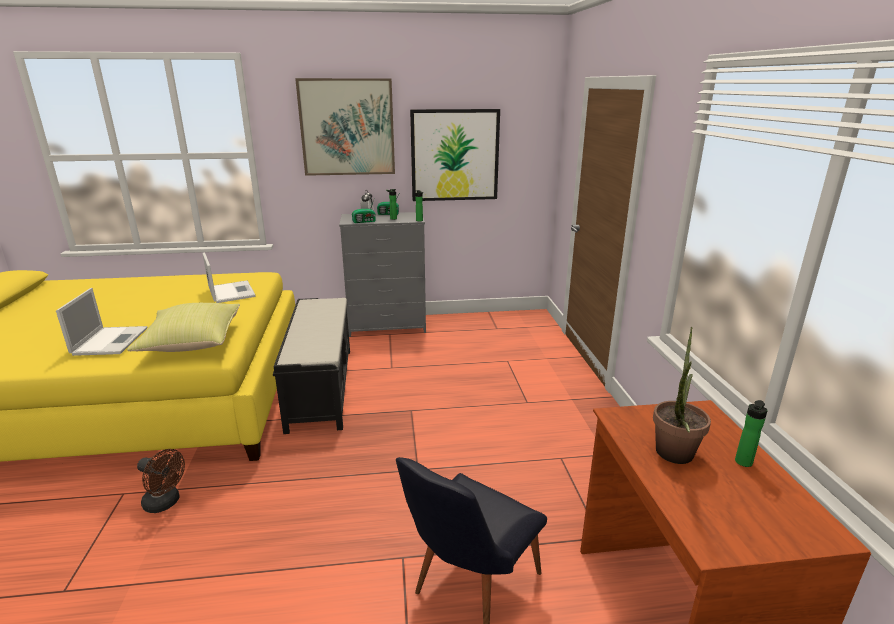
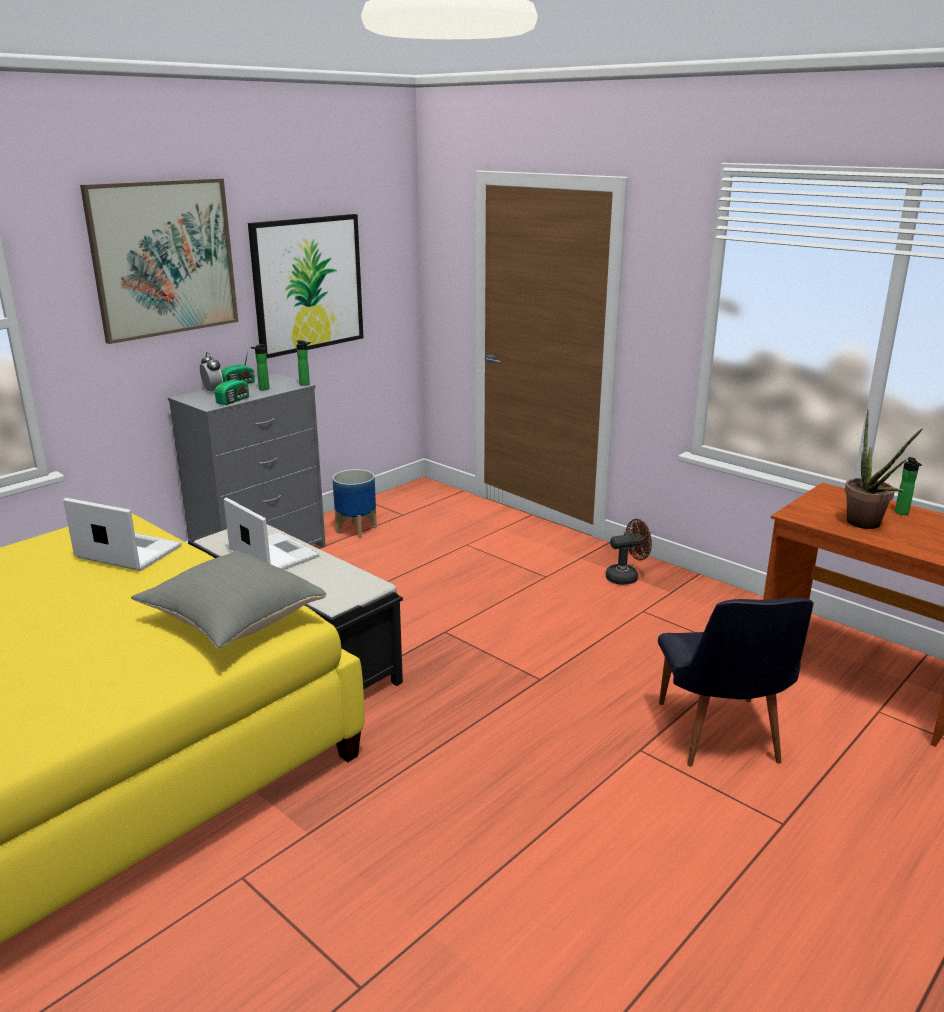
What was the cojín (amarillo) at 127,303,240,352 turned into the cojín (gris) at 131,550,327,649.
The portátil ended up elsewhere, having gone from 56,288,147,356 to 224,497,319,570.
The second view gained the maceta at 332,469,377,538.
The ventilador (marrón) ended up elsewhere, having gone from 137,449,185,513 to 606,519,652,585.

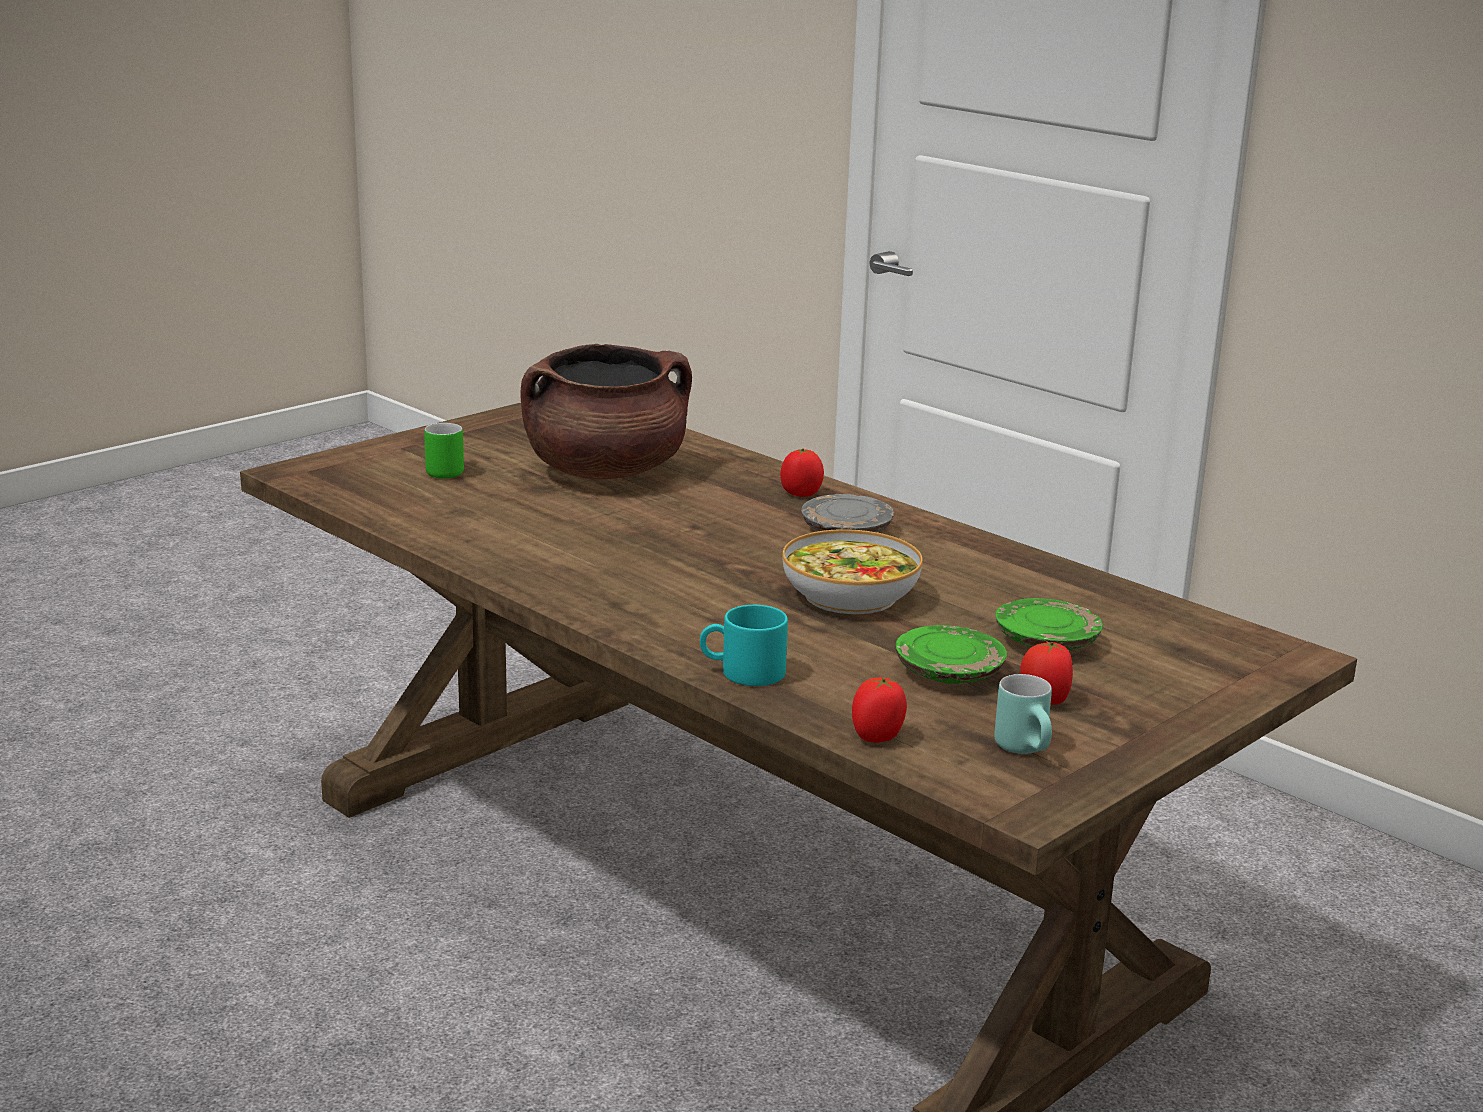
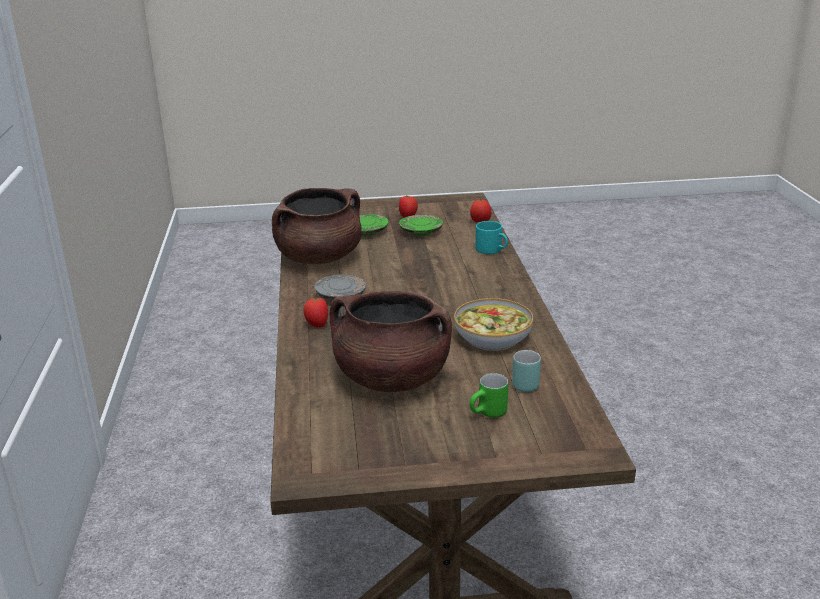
The second view gained the olla (marrón) at 272,188,362,264.
The cuenco ended up elsewhere, having gone from 782,529,923,614 to 454,298,533,351.
The taza grande (turquesa) ended up elsewhere, having gone from 994,674,1052,754 to 512,350,541,392.

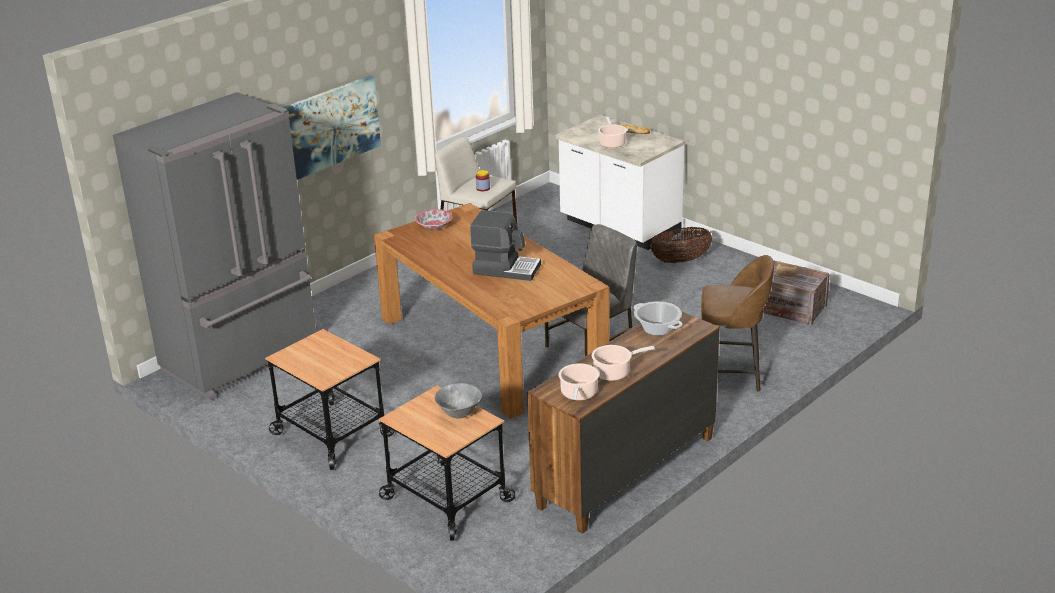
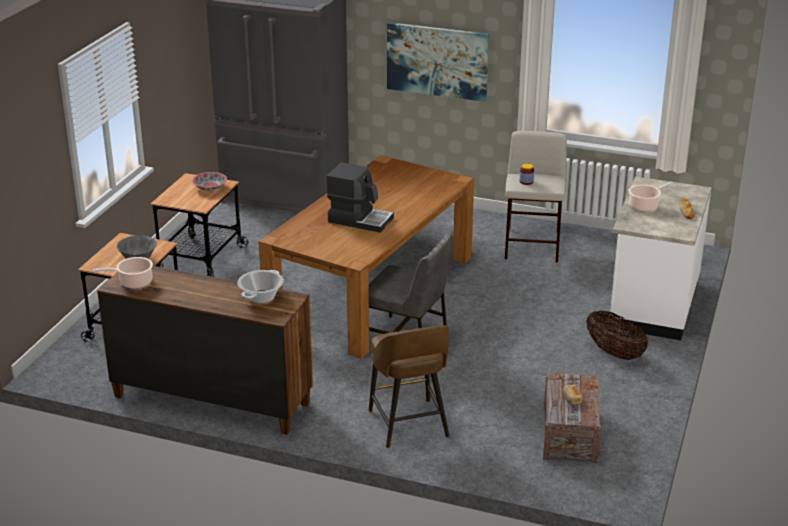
The cuenco ended up elsewhere, having gone from 415,209,452,229 to 192,172,227,191.
The cafetera at 470,210,541,281 ended up facing another way, 60 degrees counterclockwise from before.
The second view lost the olla at 592,345,655,381.

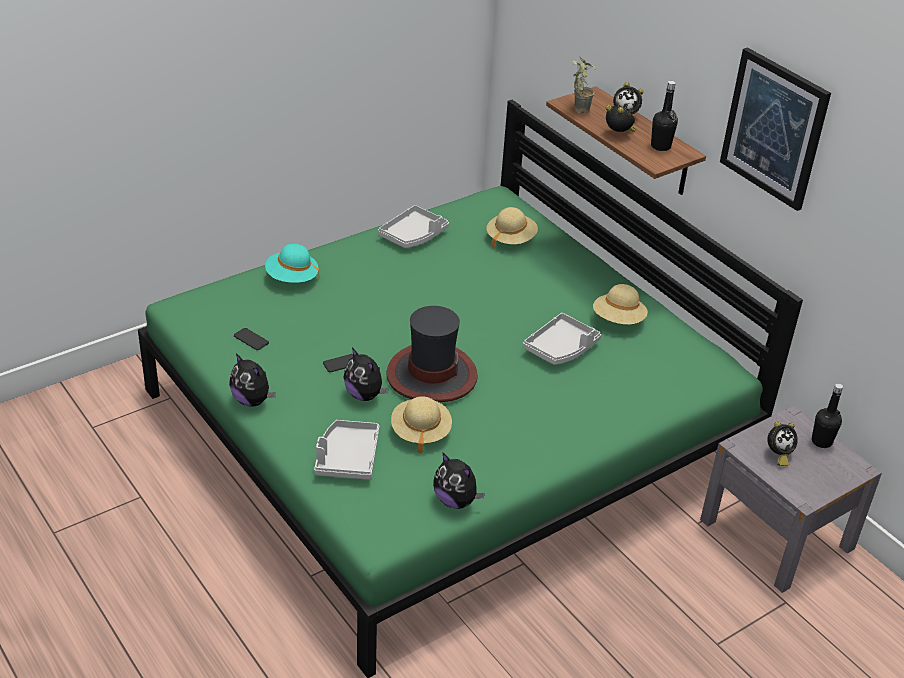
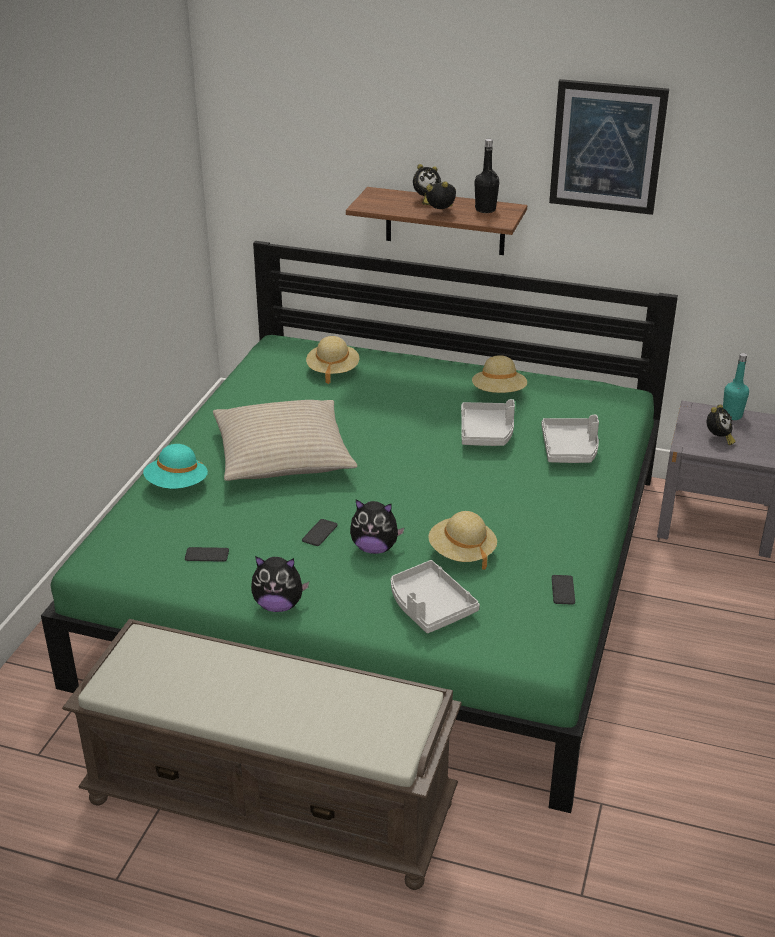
The second view gained the banco (marrón) at 62,619,462,890.
The second view gained the cojín (beis) at 213,400,357,481.
The bandeja (gris) ended up elsewhere, having gone from 378,205,449,248 to 541,415,599,463.
Where the peluche stood at 433,453,485,509, the móvil came to stand at 552,575,575,605.
What was the botella (negro) at 812,383,843,448 turned into the botella (turquesa) at 723,353,749,420.
The second view lost the sombrero at 386,306,478,402.
The second view lost the planta en maceta at 572,57,596,114.

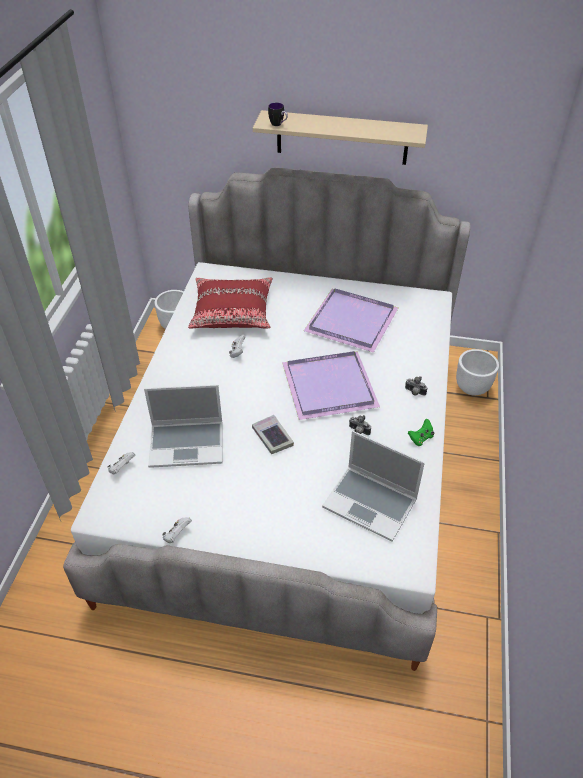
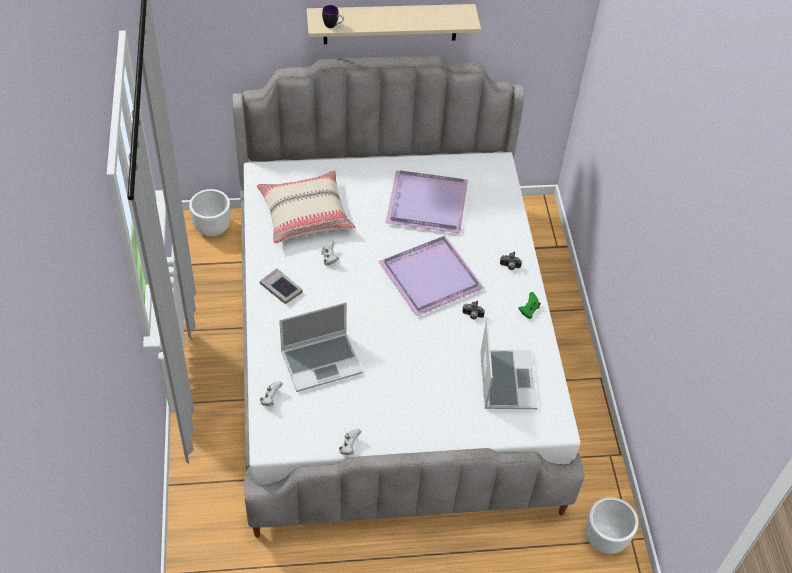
What was the cojín (rojo) at 188,277,273,328 turned into the cojín (beis) at 256,170,355,243.
The libro ended up elsewhere, having gone from 252,415,294,454 to 260,268,303,304.
The portátil at 322,431,425,542 ended up facing another way, 105 degrees counterclockwise from before.
The maceta (blanco) ended up elsewhere, having gone from 456,349,499,396 to 586,497,638,554.

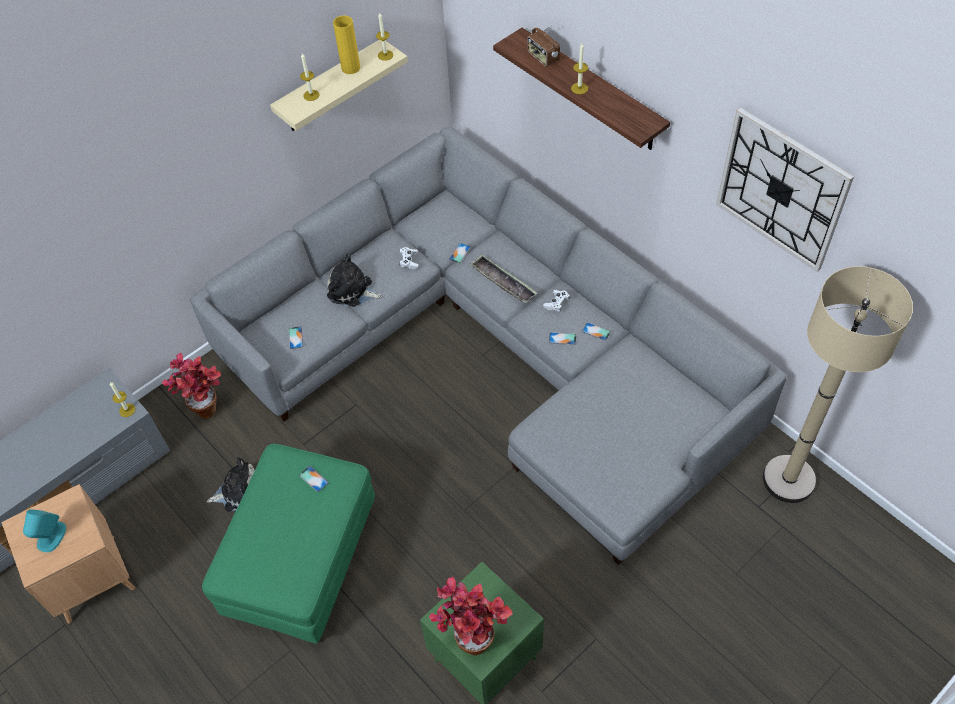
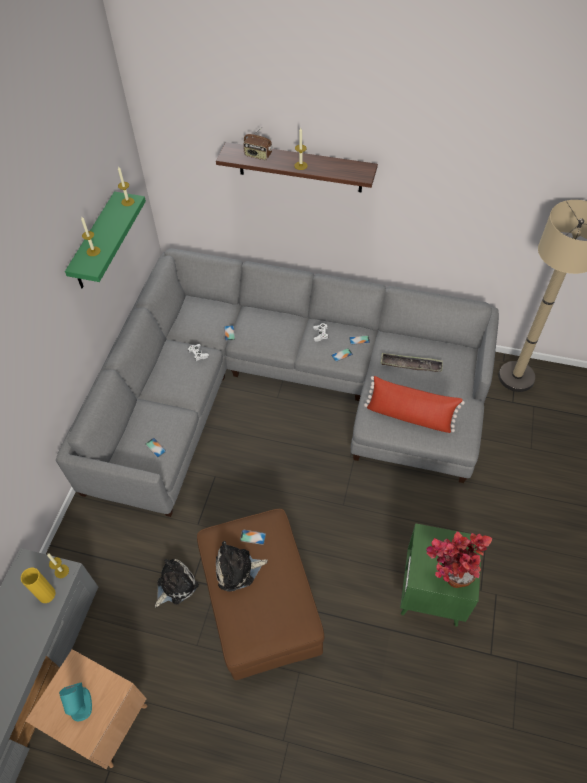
The florero (amarillo) ended up elsewhere, having gone from 333,15,360,74 to 21,568,56,603.
What was the estante (beis) at 270,40,408,131 turned into the estante (verde) at 65,191,146,289.
What was the puf (verde) at 202,444,375,644 turned into the puf (marrón) at 197,509,324,680.
The peluche ended up elsewhere, having gone from 327,254,382,307 to 216,541,268,592.
The second view gained the cojín (rojo) at 364,376,465,433.
The bandeja ended up elsewhere, having gone from 470,255,537,303 to 381,353,443,372.
The second view lost the planta en maceta at 162,353,221,418.
The second view lost the reloj de pared at 716,107,854,272.

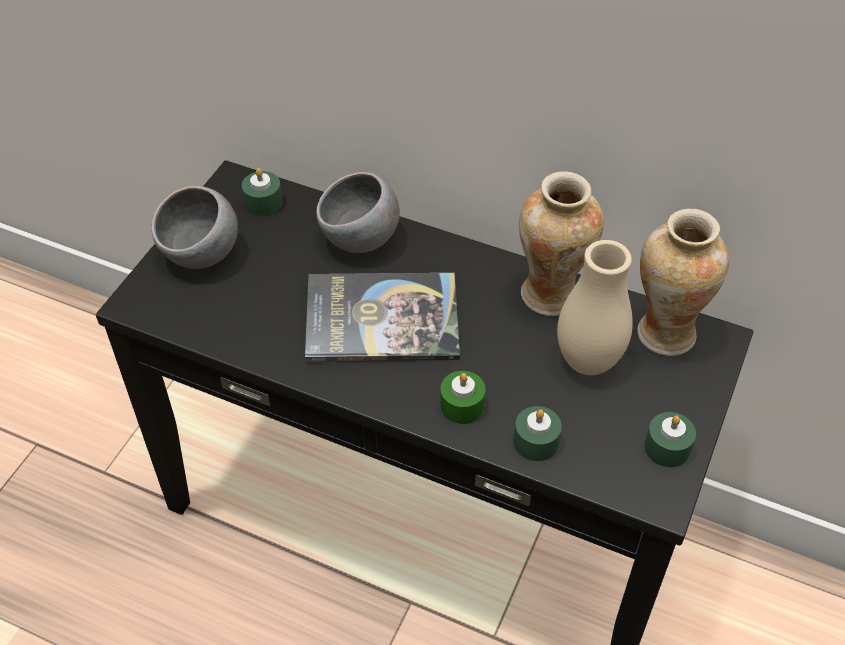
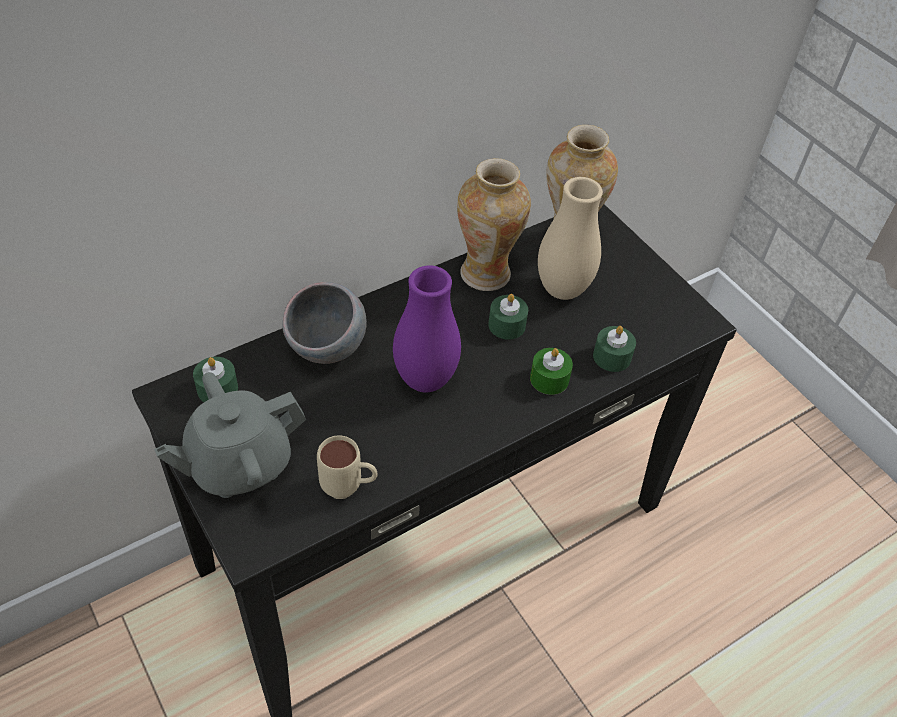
Where the cuenco (gris) stood at 152,186,238,269, the tetera (gris) came to stand at 154,372,306,498.
The second view gained the taza grande (beis) at 317,435,378,499.
Where the libro stood at 305,273,460,362, the florero (morado) came to stand at 393,265,461,392.
The vela (verde) ended up elsewhere, having gone from 645,412,696,467 to 488,294,528,340.

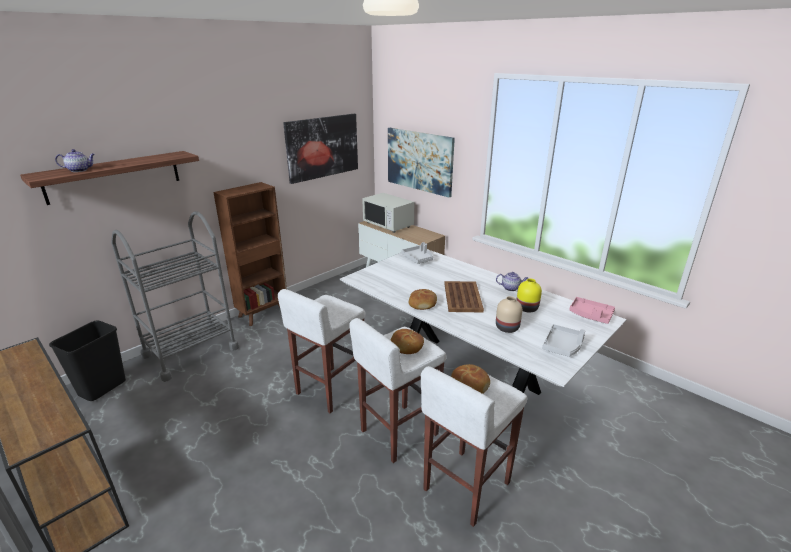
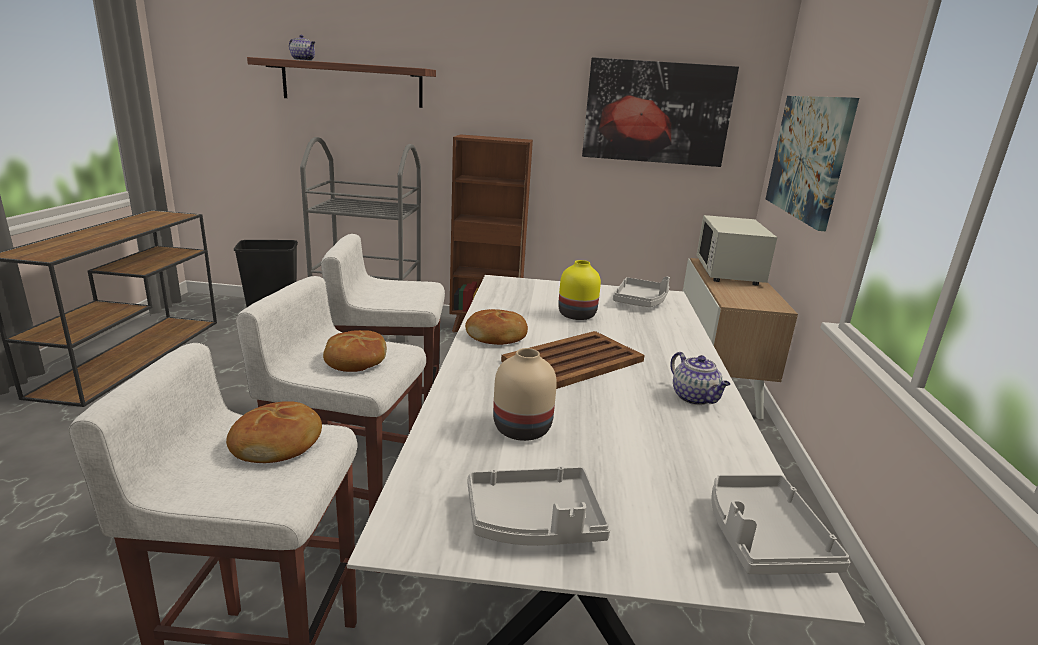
The florero (amarillo) ended up elsewhere, having gone from 517,278,542,312 to 558,260,601,320.
What was the bandeja (rosa) at 569,297,615,324 turned into the bandeja (gris) at 712,475,850,574.

